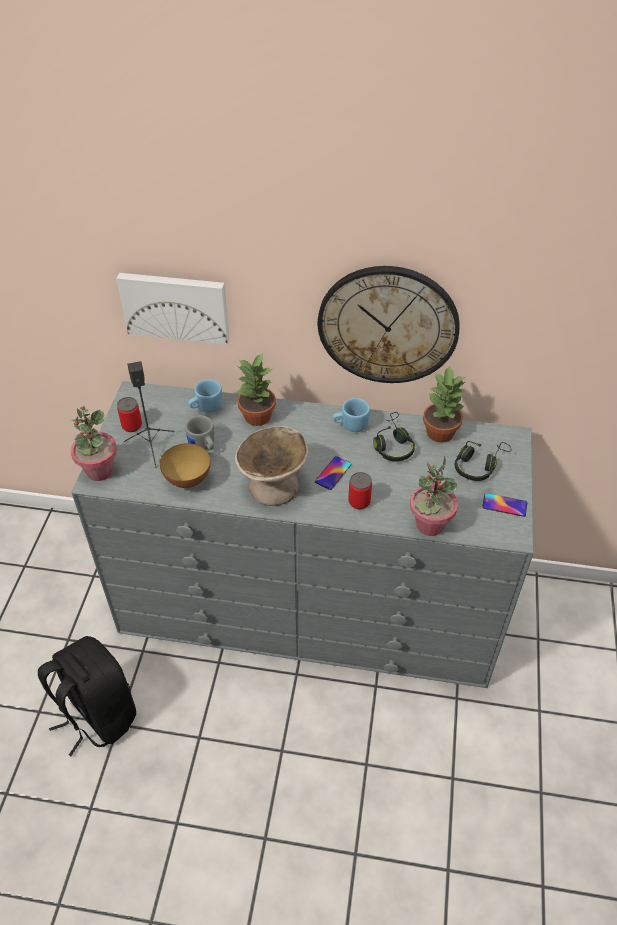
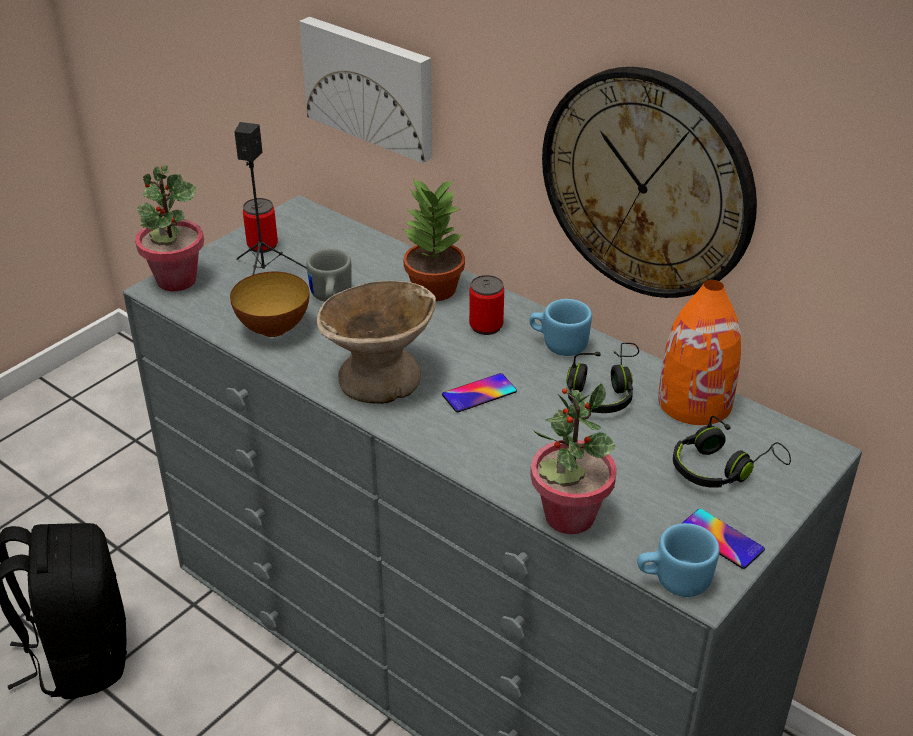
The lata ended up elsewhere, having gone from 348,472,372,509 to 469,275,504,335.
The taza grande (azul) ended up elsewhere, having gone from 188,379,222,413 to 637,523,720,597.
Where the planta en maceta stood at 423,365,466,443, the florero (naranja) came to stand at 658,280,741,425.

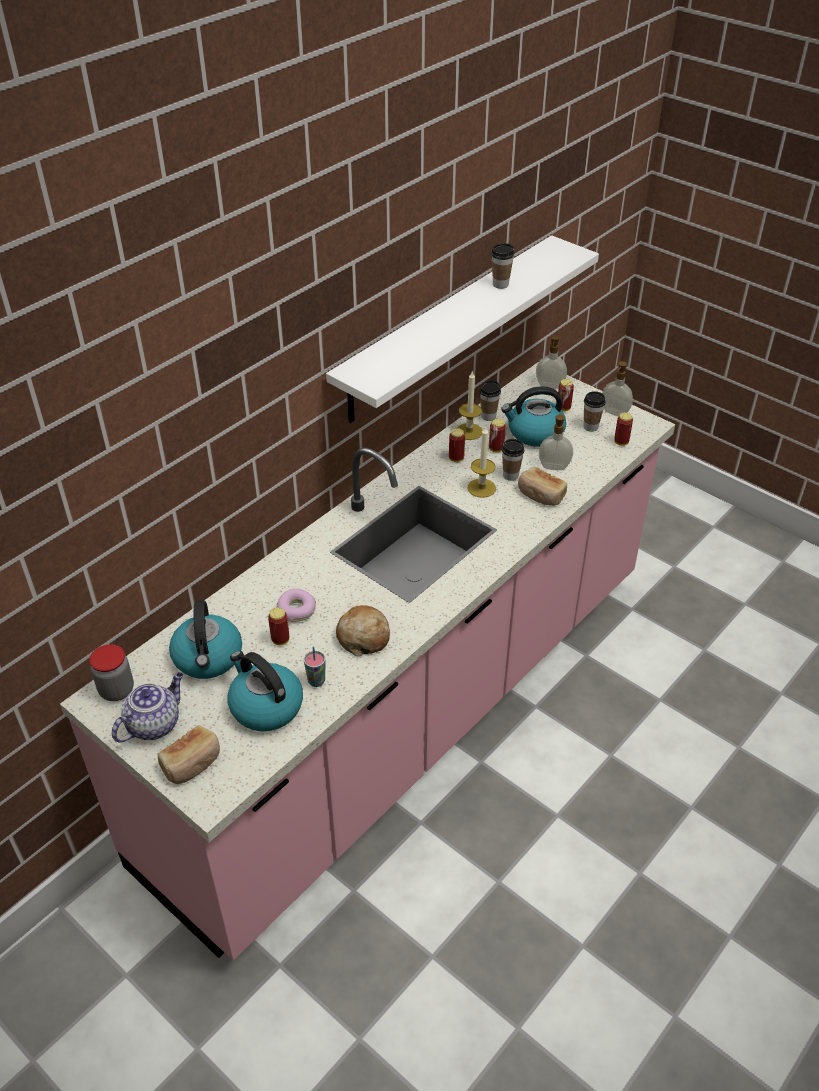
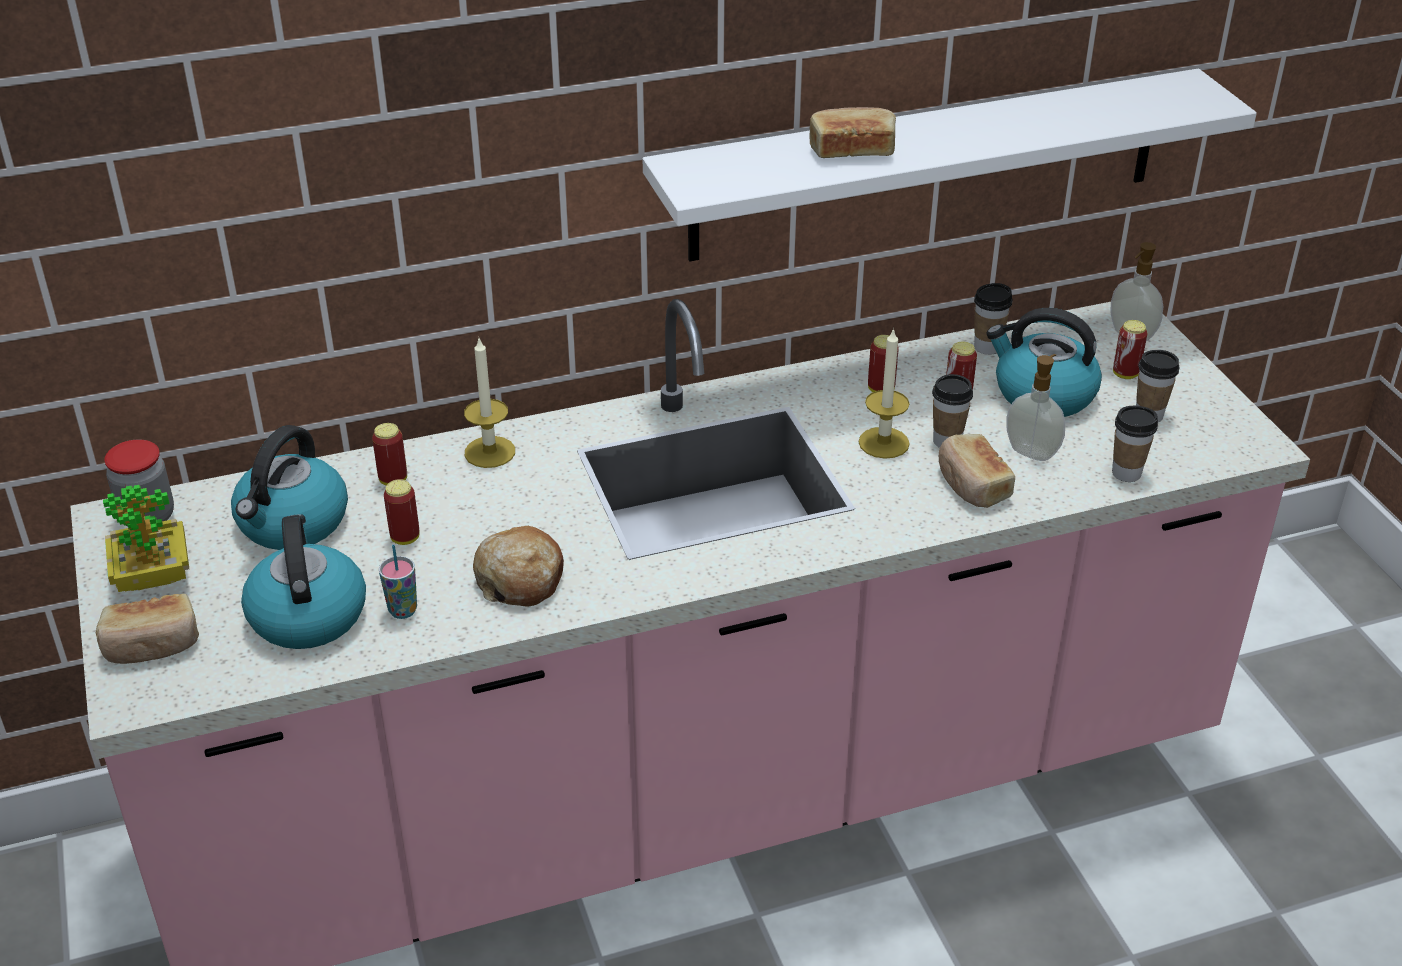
Where the tetera stood at 112,672,183,743, the planta en maceta came to stand at 103,485,189,592.
The lata ended up elsewhere, having gone from 614,412,633,446 to 372,423,407,486.
The vela ended up elsewhere, having gone from 457,372,483,440 to 464,339,515,468.
The second view gained the pan at 810,107,896,158.
The taza ended up elsewhere, having gone from 491,244,514,289 to 1112,406,1158,482.
The second view lost the rosquilla at 277,589,316,622.
The second view lost the dispensador de jabón at 602,361,633,416.

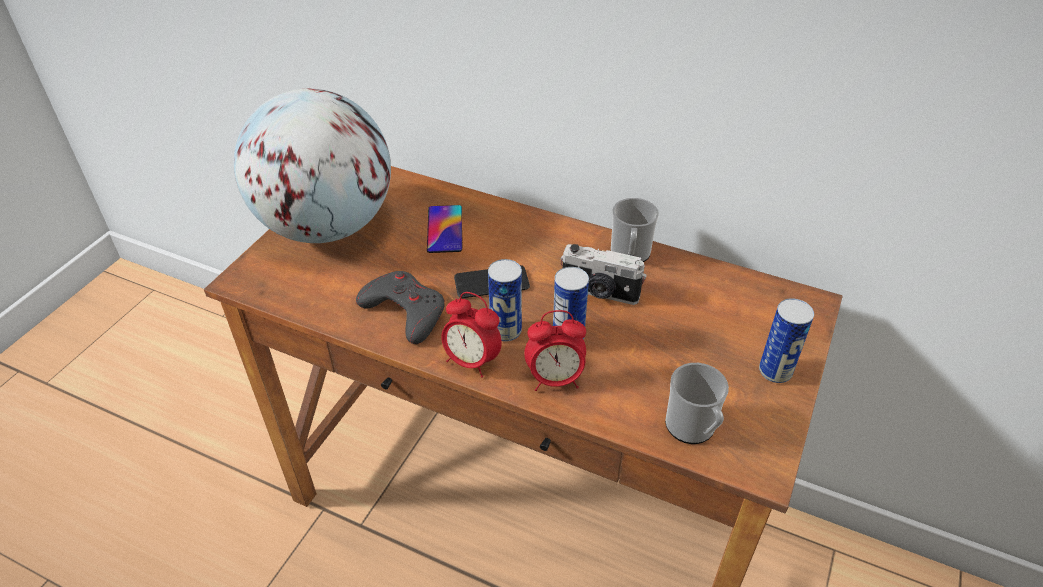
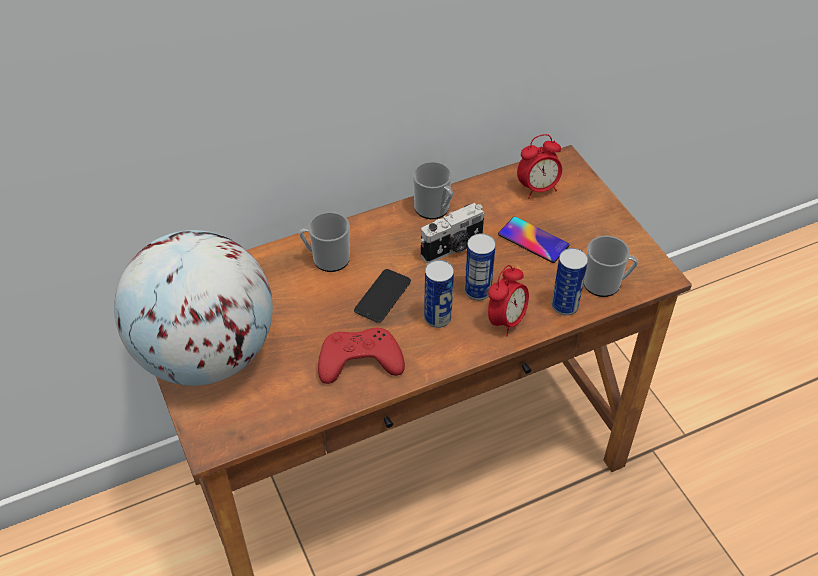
The second view gained the taza grande at 299,212,350,272.
What was the mando de consola (gris) at 356,271,445,344 turned into the mando de consola (rojo) at 318,328,405,384.
The móvil ended up elsewhere, having gone from 427,205,462,253 to 498,217,570,263.
The despertador ended up elsewhere, having gone from 441,292,502,378 to 517,134,562,199.
The lata ended up elsewhere, having gone from 759,298,814,383 to 552,248,588,316.

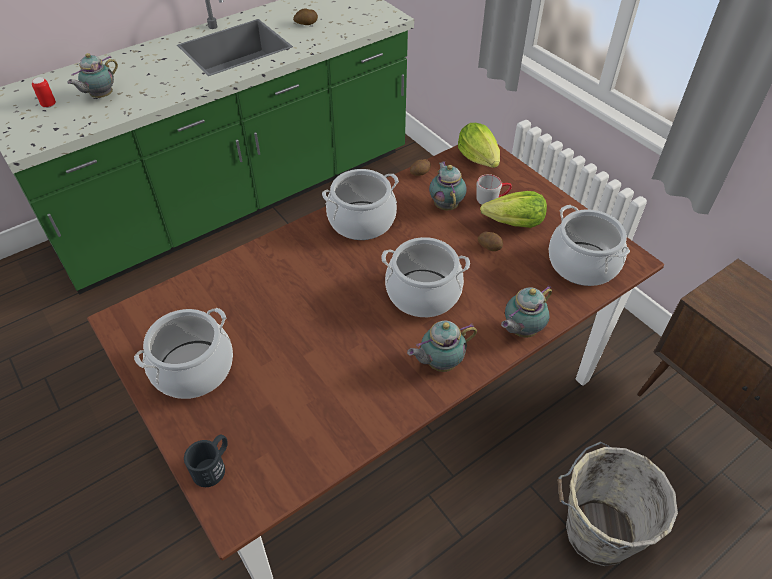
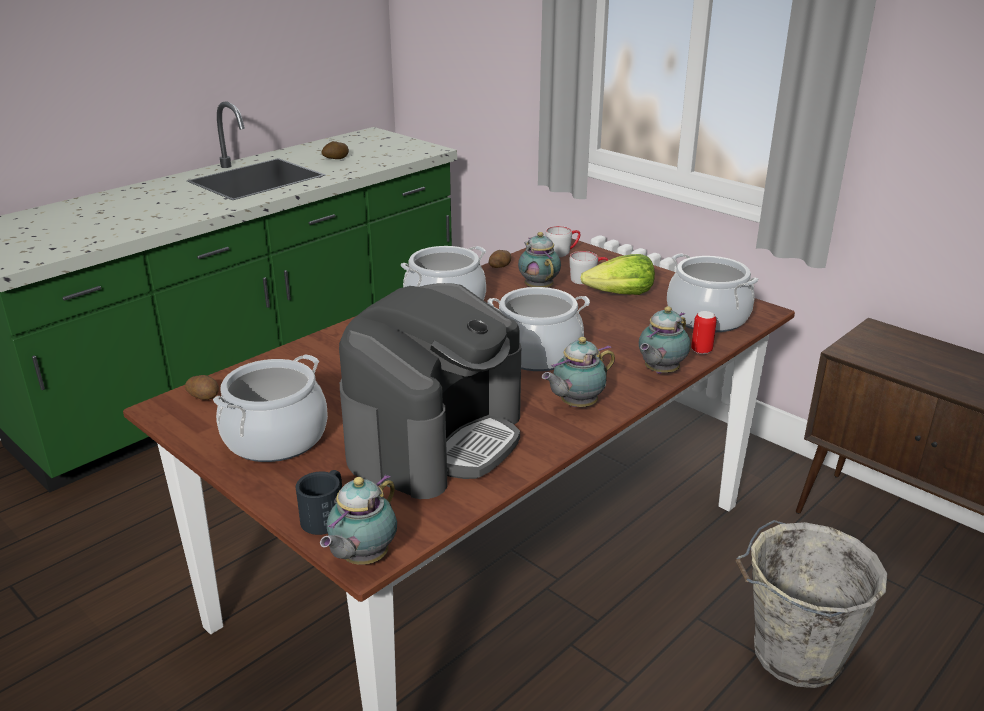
The patata ended up elsewhere, having gone from 478,232,503,251 to 185,375,219,400.
The tetera ended up elsewhere, having gone from 67,53,118,98 to 320,474,397,565.
The second view gained the cafetera at 339,283,521,499.
Where the lechuga stood at 458,123,500,168, the taza grande (gris) came to stand at 545,226,580,257.
The lata ended up elsewhere, having gone from 32,77,56,108 to 691,311,717,354.

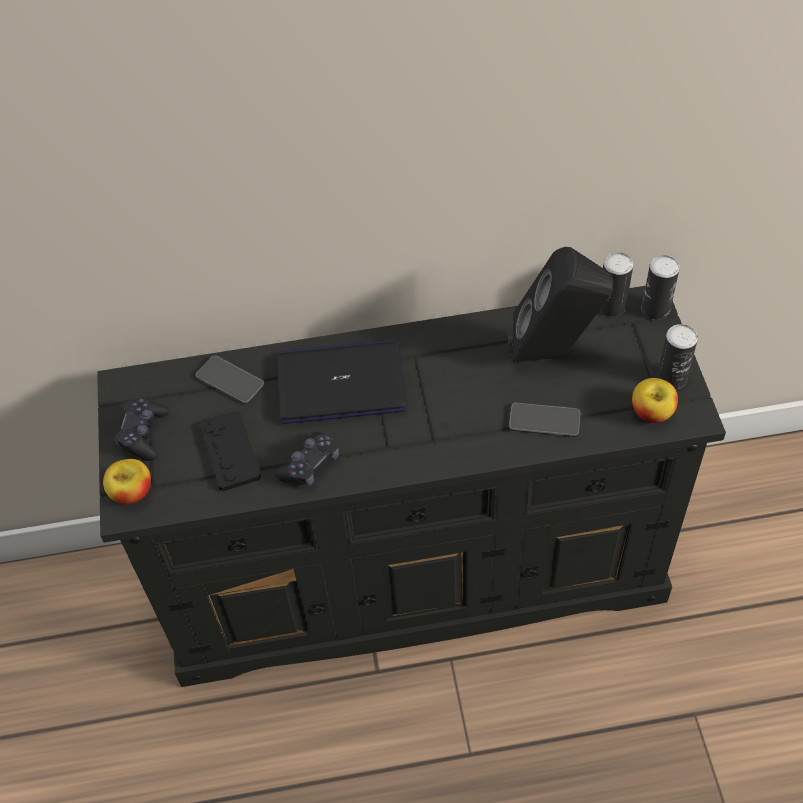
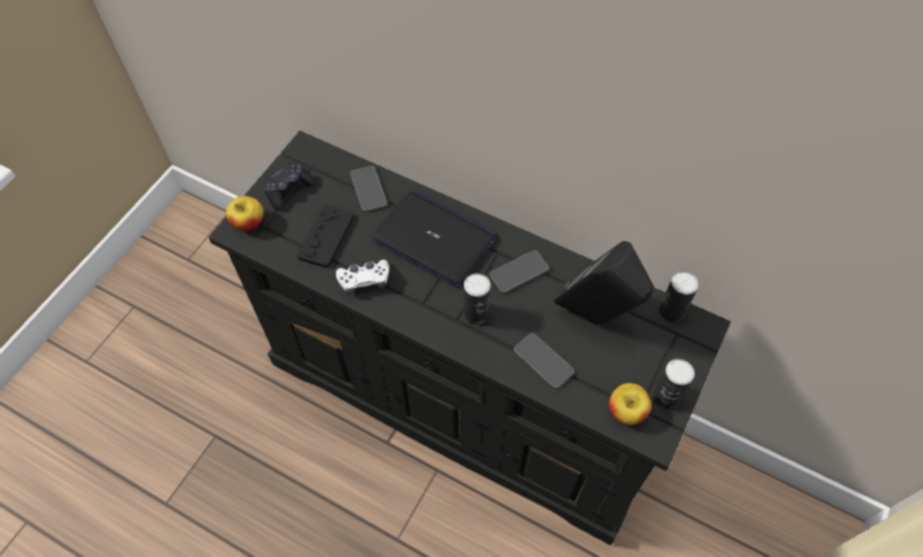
What was the mando de consola (negro) at 274,432,339,487 turned into the mando de consola (blanco) at 336,260,389,295.
The lata ended up elsewhere, having gone from 642,255,680,320 to 464,273,491,325.
The second view gained the móvil at 489,250,549,293.

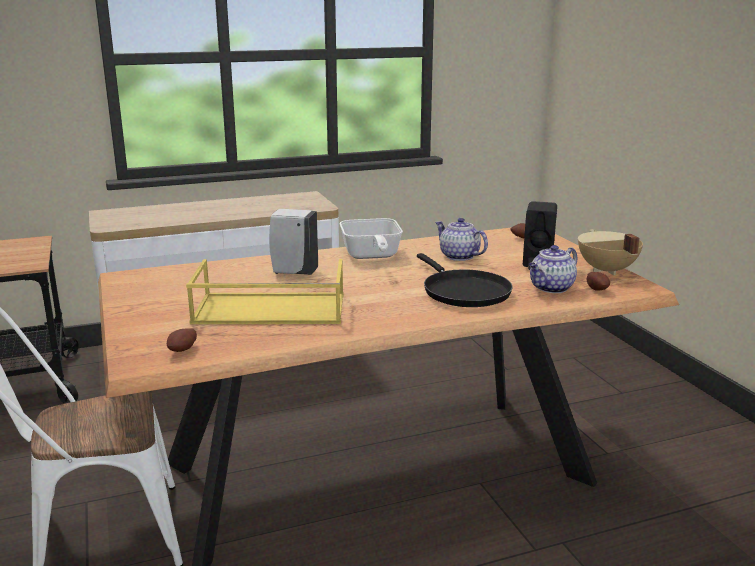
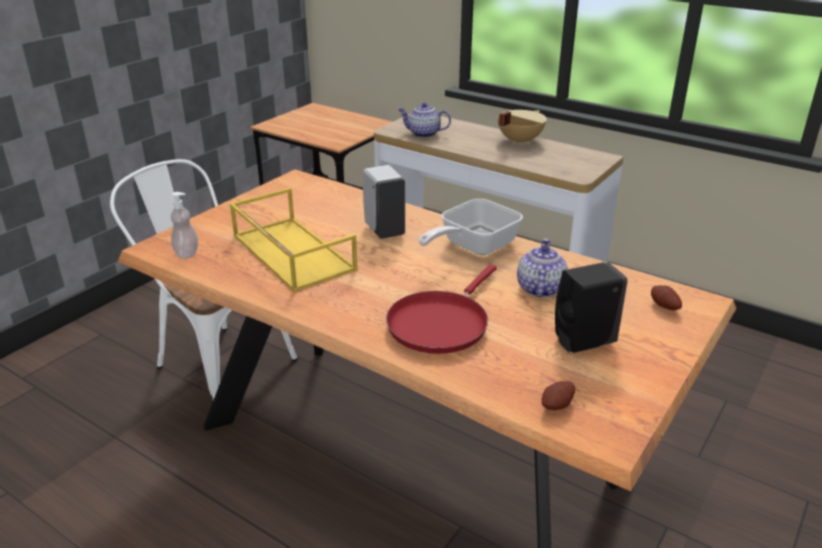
Where the patata stood at 167,328,197,352, the dispensador de jabón came to stand at 171,192,198,259.
What was the sartén (negro) at 417,253,513,307 turned into the sartén (rojo) at 386,264,497,354.
The tetera ended up elsewhere, having gone from 529,245,577,293 to 398,103,451,138.
The olla (beis) ended up elsewhere, having gone from 578,229,643,275 to 497,110,547,144.

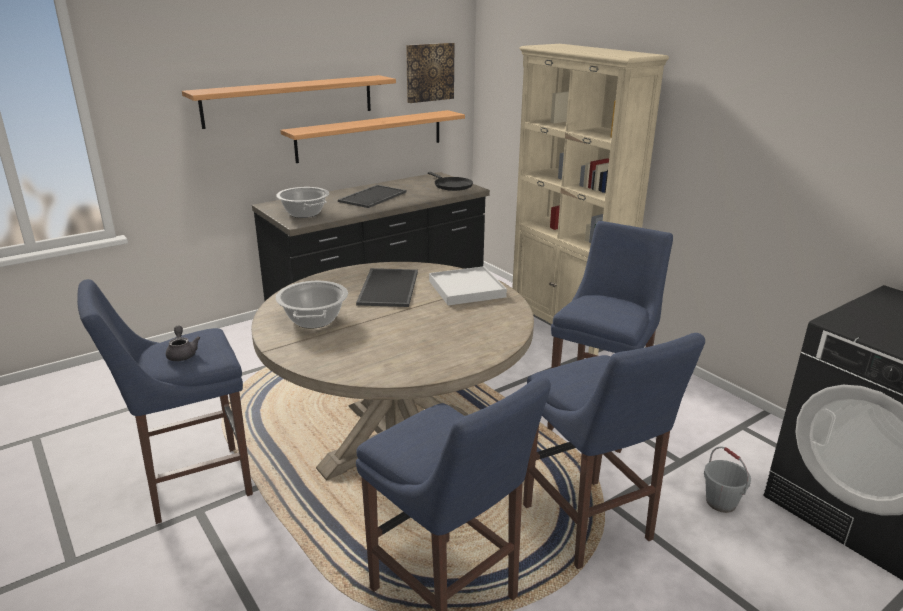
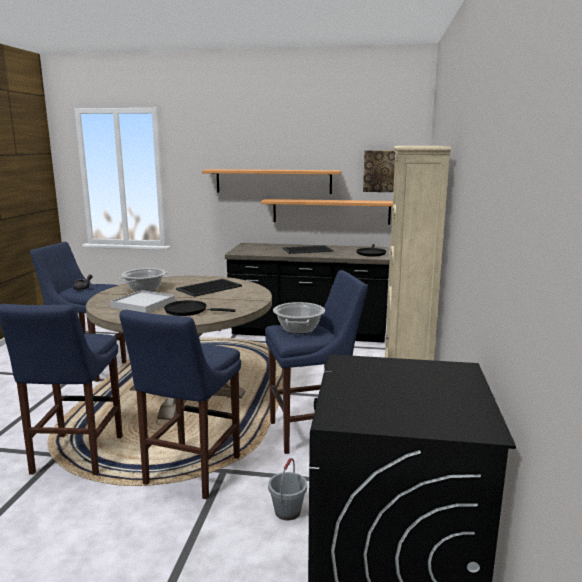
The bandeja (blanco) ended up elsewhere, having gone from 429,266,507,305 to 110,290,175,313.
The second view gained the sartén (negro) at 164,300,236,316.
The olla ended up elsewhere, having gone from 276,187,329,218 to 273,302,325,334.

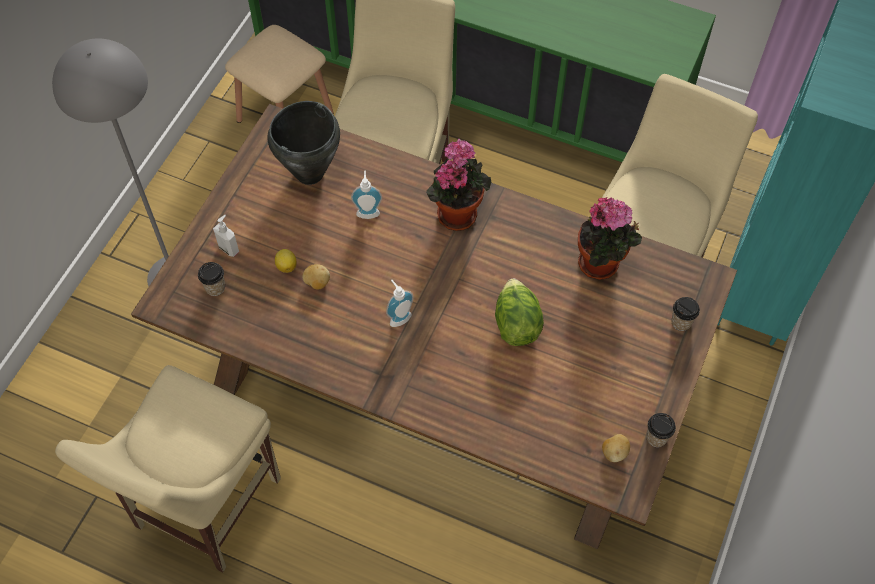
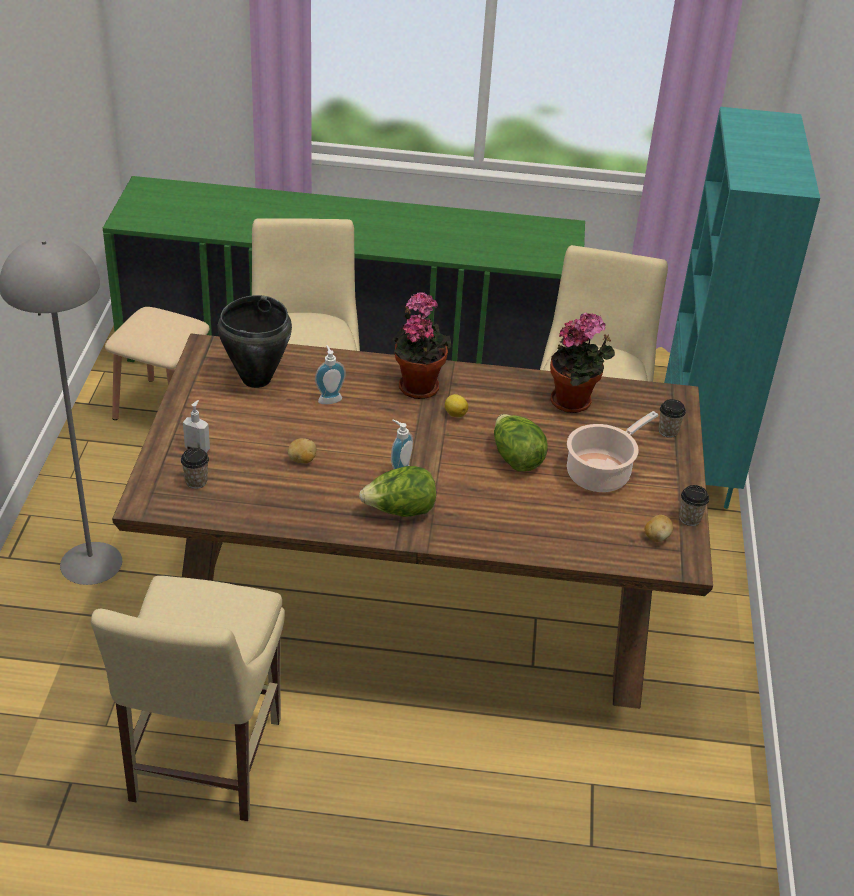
The second view gained the lechuga at 359,466,436,517.
The limón ended up elsewhere, having gone from 275,249,297,273 to 445,394,468,417.
The second view gained the olla at 567,411,658,492.

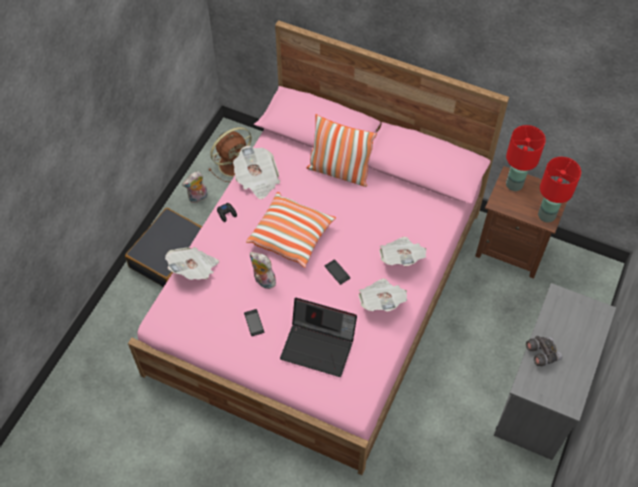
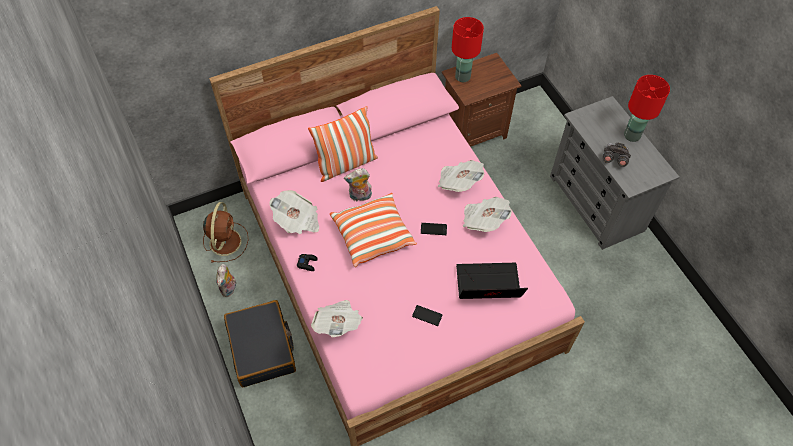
The peluche ended up elsewhere, having gone from 250,252,276,289 to 344,168,372,201.
The portátil at 280,298,357,377 ended up facing another way, 150 degrees counterclockwise from before.
The lámpara de mesa (rojo) ended up elsewhere, having gone from 538,157,581,223 to 624,75,670,142.

